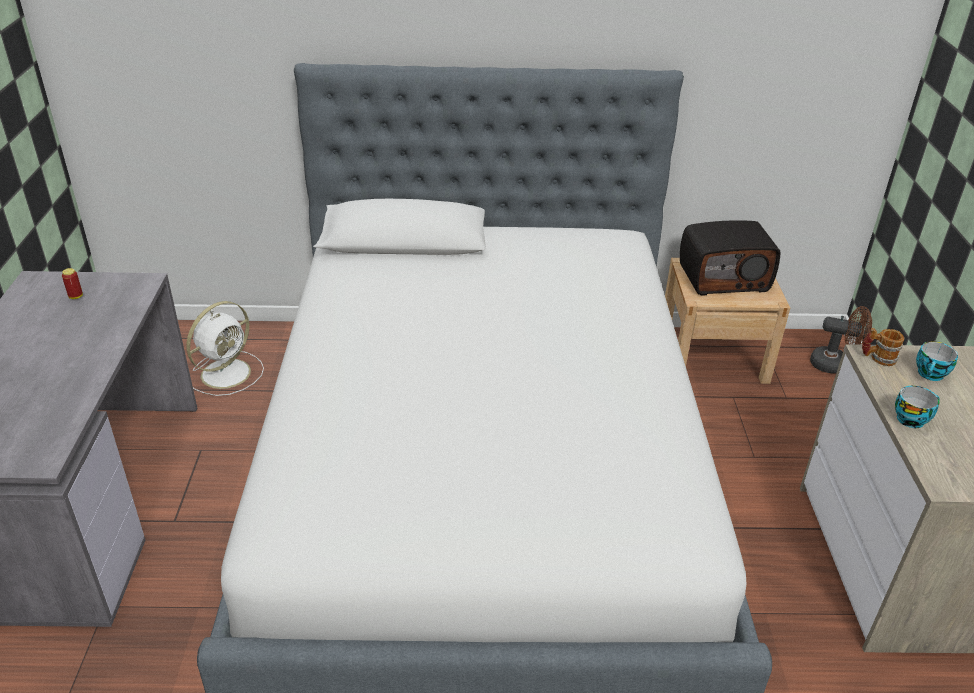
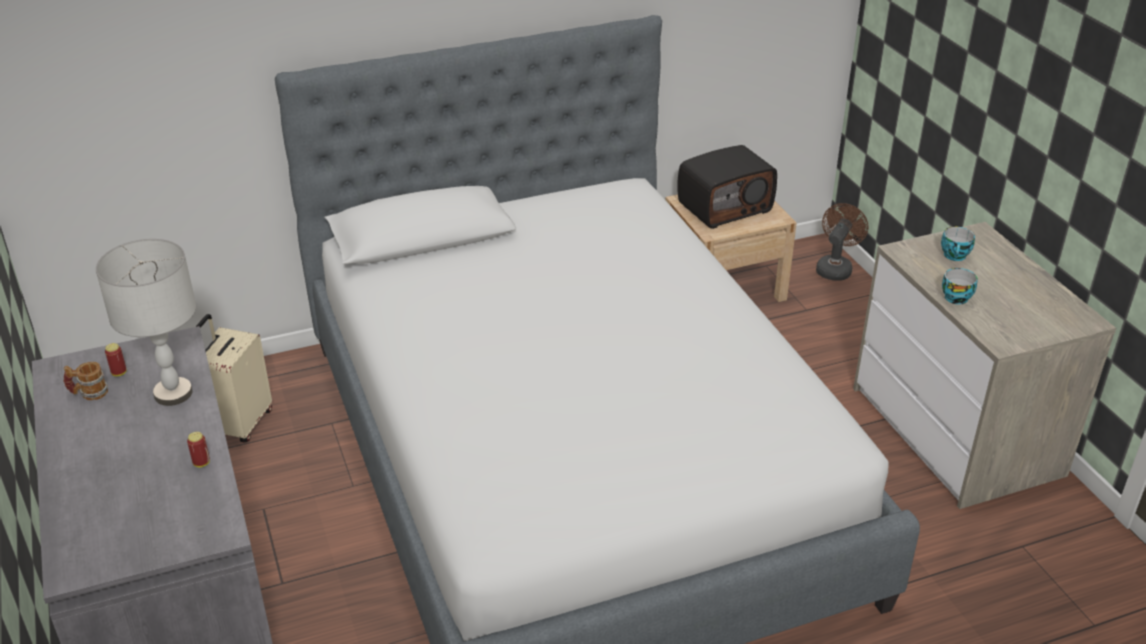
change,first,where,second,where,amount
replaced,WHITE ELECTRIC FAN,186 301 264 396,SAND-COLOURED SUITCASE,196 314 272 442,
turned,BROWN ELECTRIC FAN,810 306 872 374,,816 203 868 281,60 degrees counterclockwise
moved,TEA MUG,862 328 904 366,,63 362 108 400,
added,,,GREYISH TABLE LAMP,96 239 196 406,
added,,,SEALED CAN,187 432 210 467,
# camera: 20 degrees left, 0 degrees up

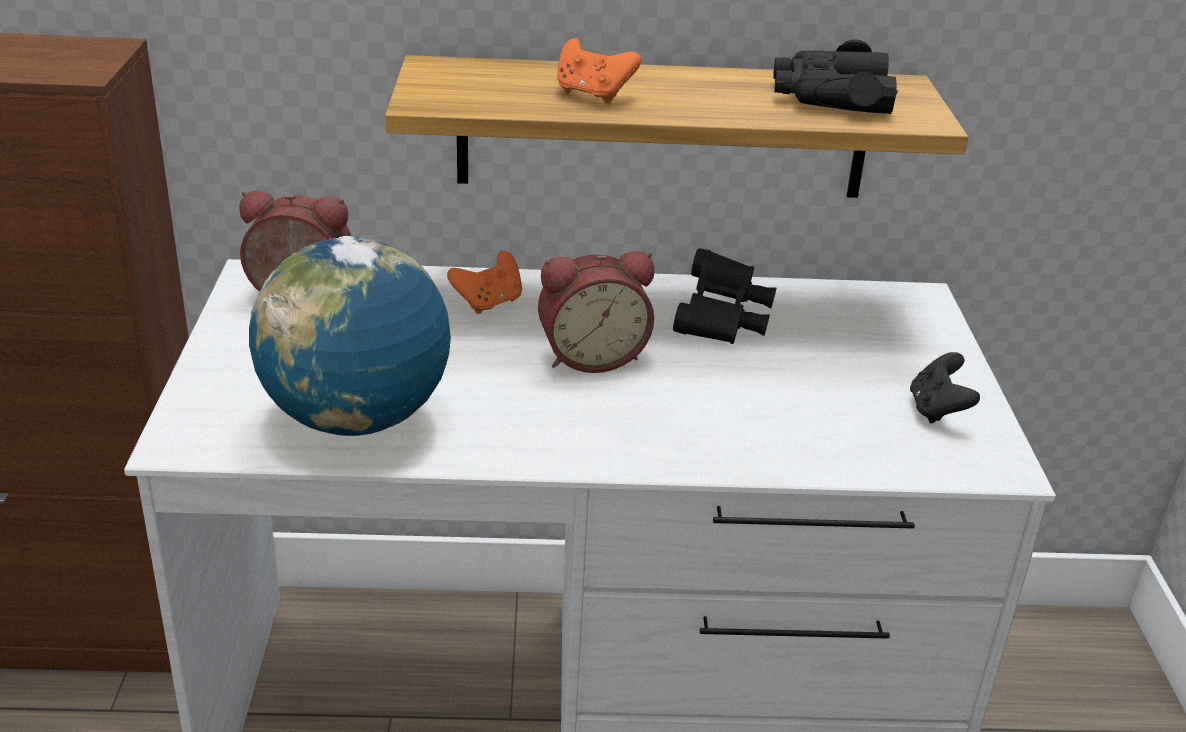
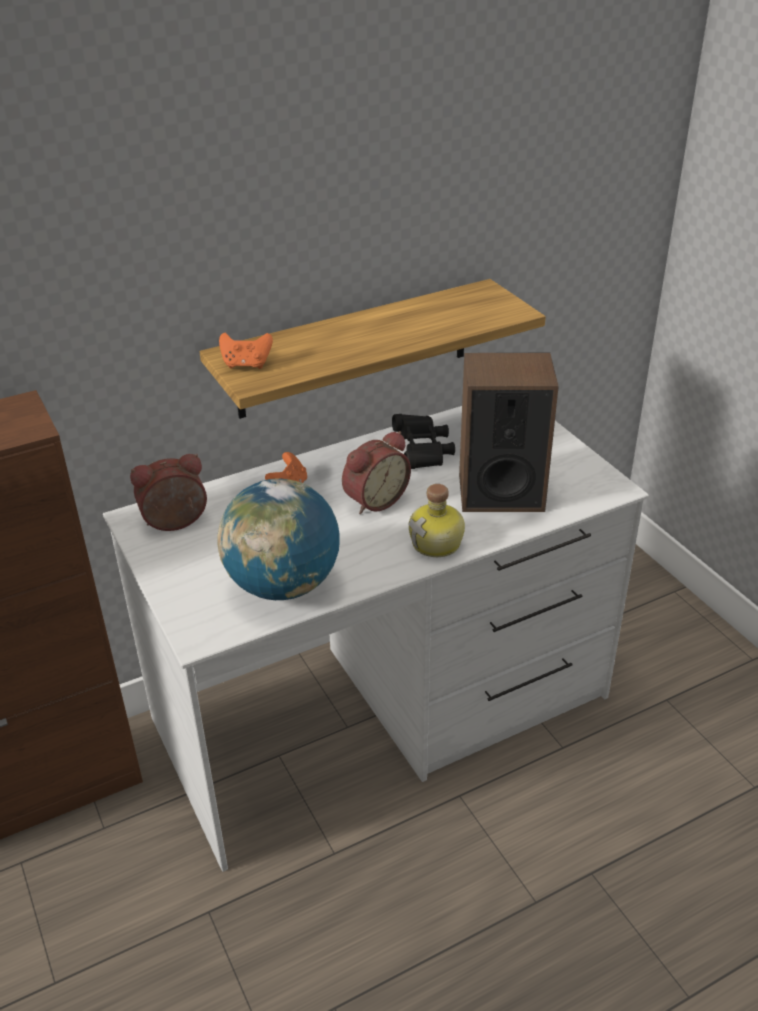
change,first,where,second,where,amount
moved,ORANGE-COLOURED GAME CONTROLLER,557 38 641 103,,219 333 273 369,
removed,BLACK-COLOURED BINOCULARS,773 39 898 114,,,
removed,BLACK-COLOURED GAME CONTROLLER,910 352 980 423,,,
added,,,DRINK BOTTLE,408 484 465 557,
added,,,AUDIO SPEAKER,459 353 559 512,
# camera: 25 degrees left, 5 degrees up

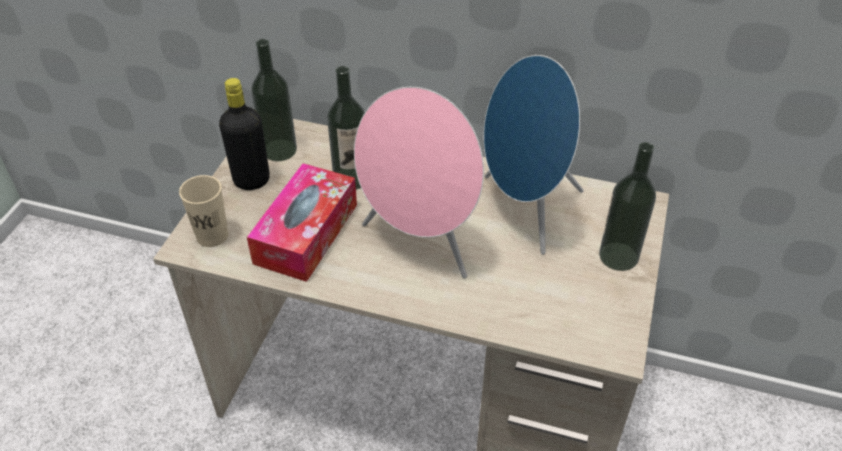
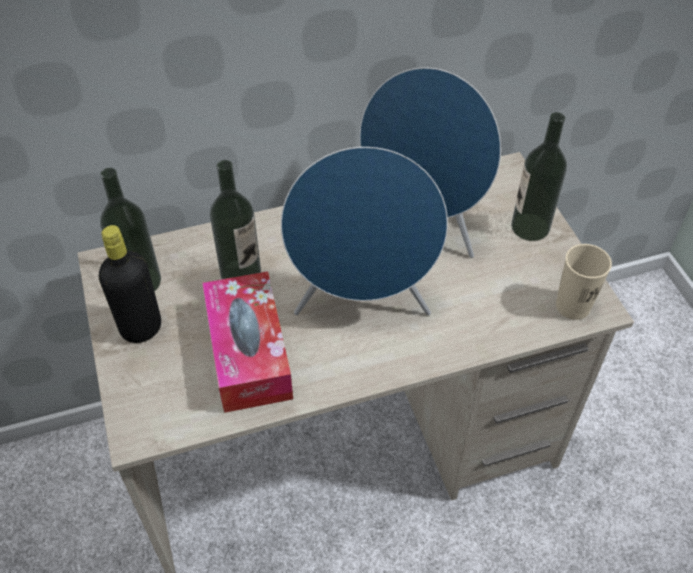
change,first,where,second,where,amount
moved,SAND-COLOURED CUP,179 175 228 247,,556 244 612 320,
recoloured,PINKISH AUDIO SPEAKER,354 87 484 278,BLUISH AUDIO SPEAKER,281 147 448 315,
# camera: 35 degrees left, 5 degrees up

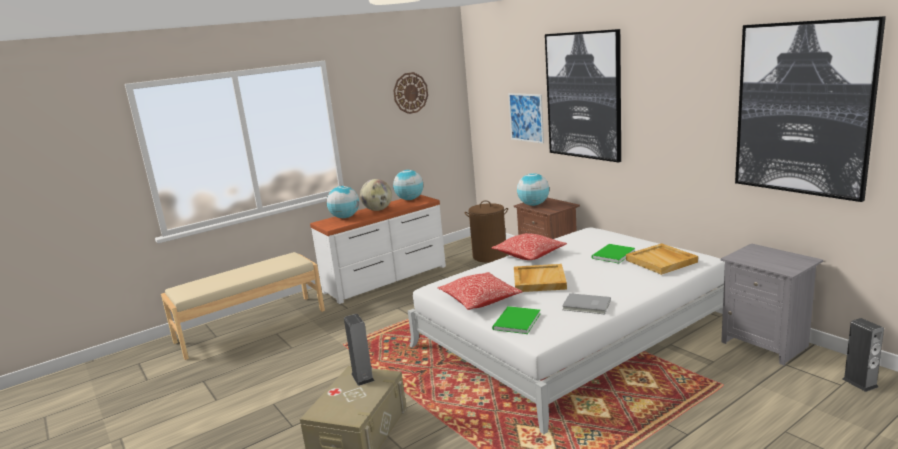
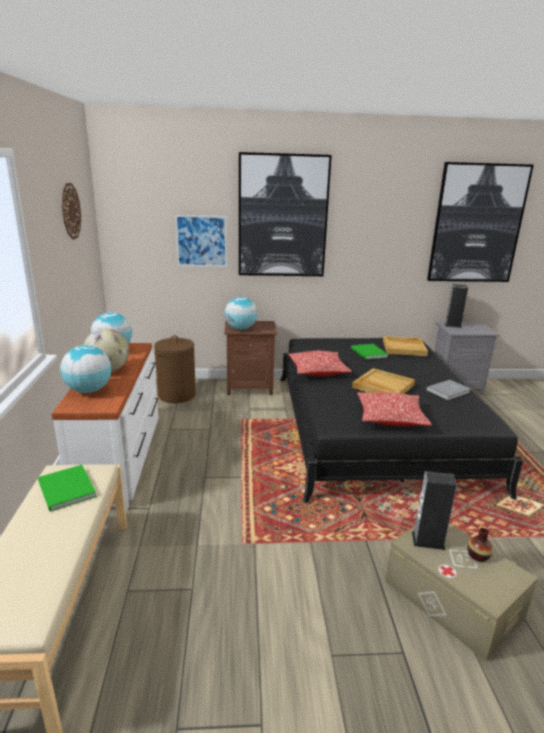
change,first,where,second,where,amount
recoloured,WHITE BED,408 227 725 434,BLACK-COLOURED BED,281 338 523 503,
moved,GREEN BOUND BOOK,492 306 541 334,,38 465 97 511,
moved,AUDIO SPEAKER,842 318 884 392,,444 284 468 328,
added,,,VASE,468 528 493 562,
# camera: 60 degrees left, 5 degrees up

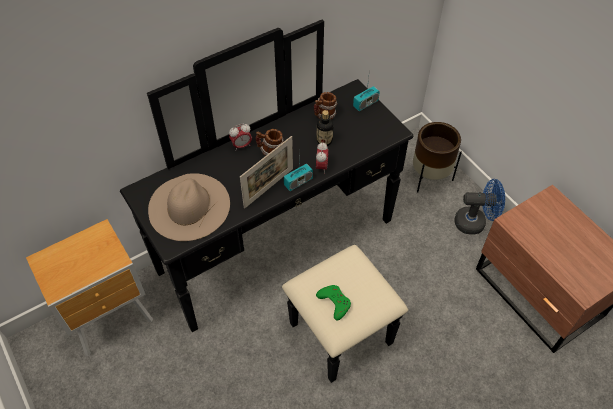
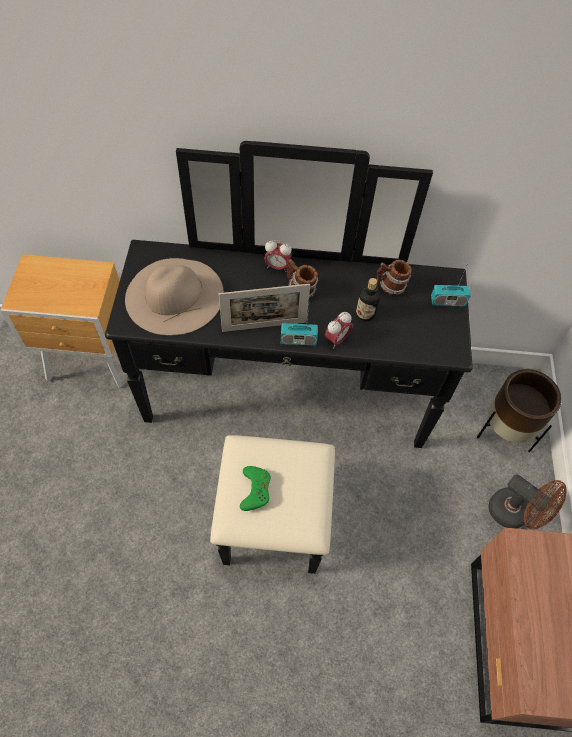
change,first,where,second,where,amount
recoloured,BLUISH ELECTRIC FAN,454 179 505 235,BROWN ELECTRIC FAN,488 475 567 529,
# camera: 35 degrees right, 5 degrees up

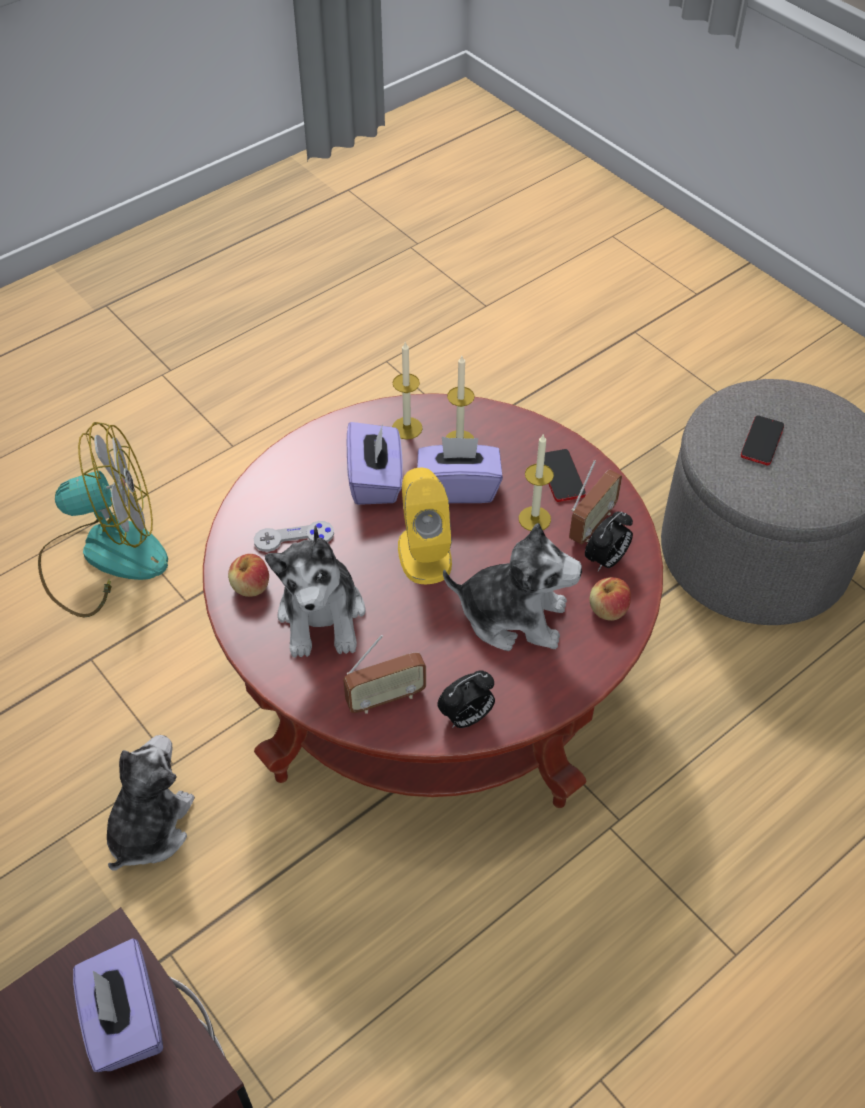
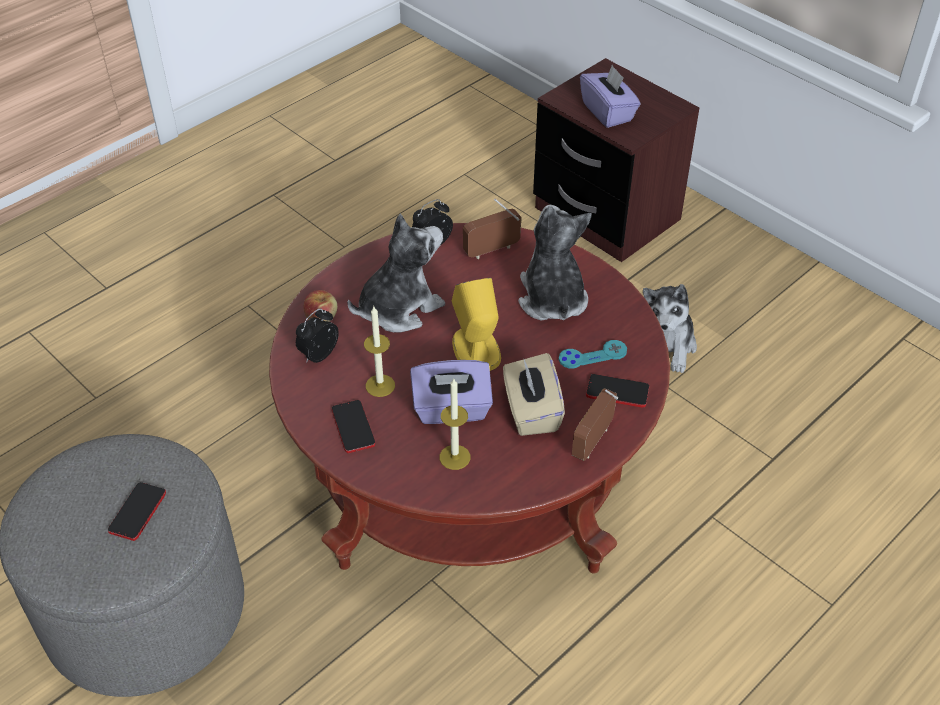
change,first,where,second,where,amount
removed,ELECTRIC FAN,38 422 168 617,,,
removed,WHOLE APPLE,228 554 269 597,,,
recoloured,GREYISH GAME CONTROLLER,254 521 334 552,TURQUOISE GAME CONTROLLER,559 340 627 369,
recoloured,PURPLE TISSUE BOX,347 422 403 505,SAND-COLOURED TISSUE BOX,503 353 565 436,
removed,WAX CANDLE,392 342 423 440,,,
turned,SOFT TOY,443 523 582 651,,347 214 445 333,135 degrees clockwise
moved,RADIO,569 460 622 545,,572 388 618 461,
added,,,PHONE,586 374 650 407,
# camera: 175 degrees right, 5 degrees down

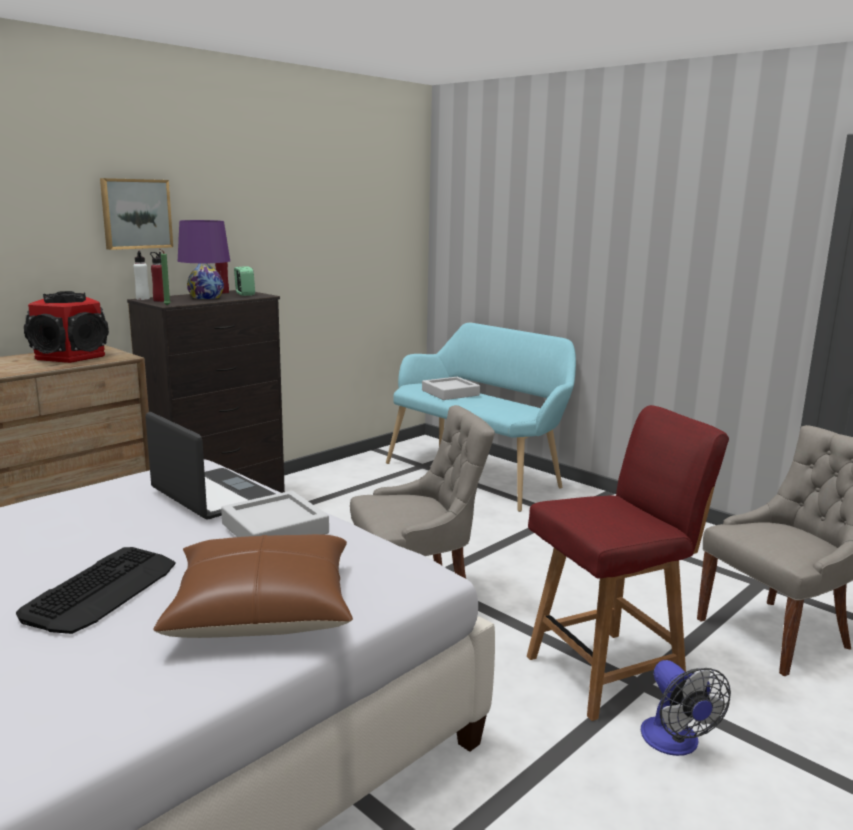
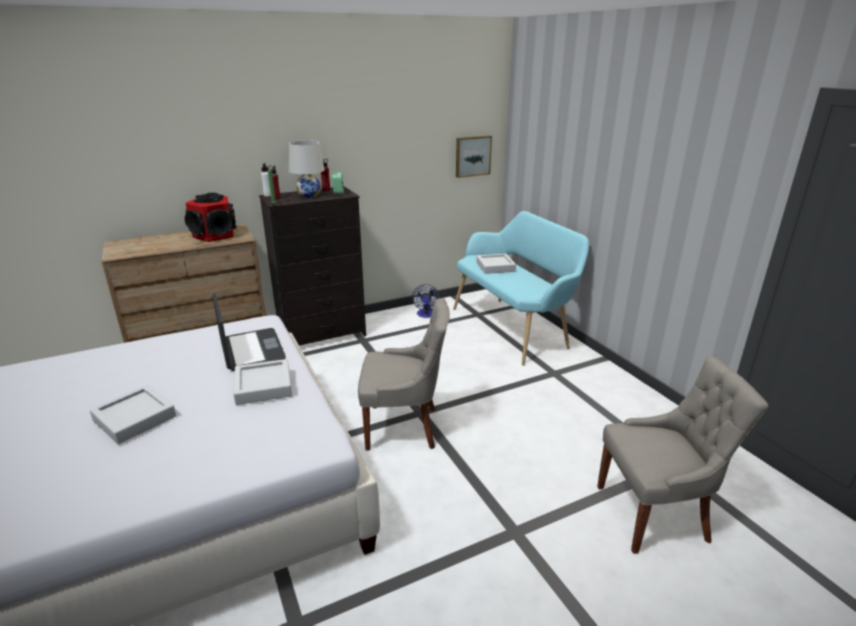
change,first,where,second,where,amount
replaced,PC KEYBOARD,16 547 176 634,GREYISH CARRYING TRAY,89 385 176 445,
moved,PICTURE,100 178 173 250,,456 135 492 178,
removed,BROWN PILLOW,153 534 353 638,,,
recoloured,PURPLE TABLE LAMP,178 220 230 299,WHITE TABLE LAMP,289 140 325 198,
removed,RED PLAIN CHAIR,527 405 729 721,,,
moved,ELECTRIC FAN,641 660 731 756,,412 285 440 318,
# camera: 20 degrees right, 10 degrees up

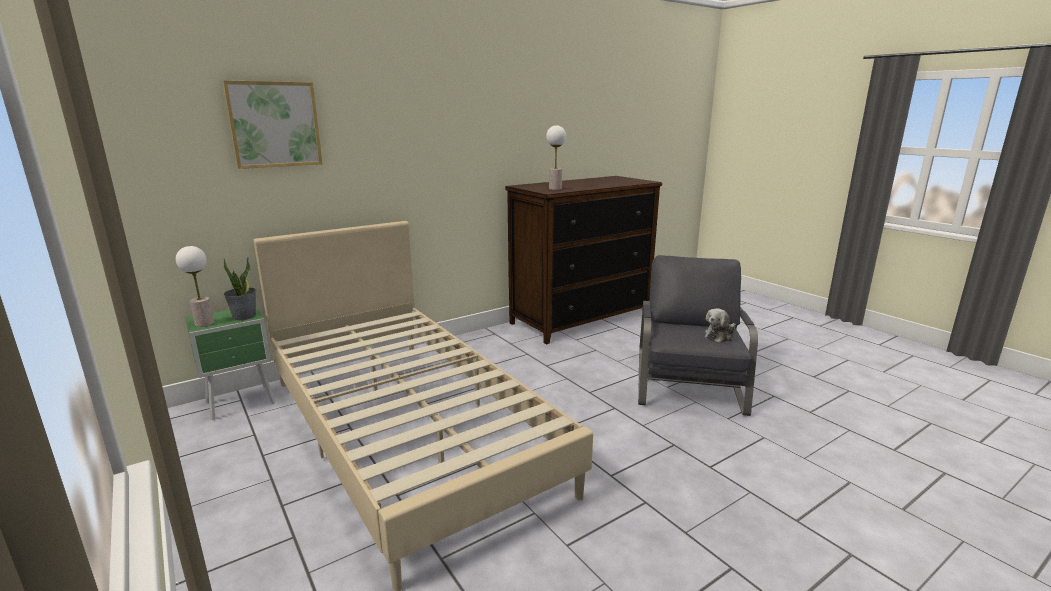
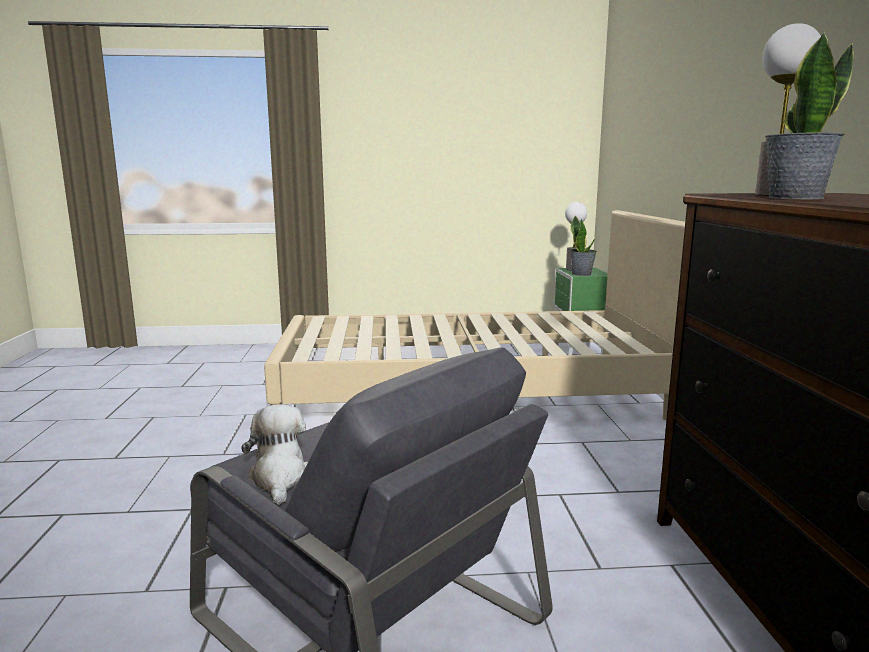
change,first,where,second,where,amount
removed,PICTURE,222 80 322 169,,,
added,,,POTTED PLANT,765 32 854 199,
# camera: 120 degrees right, 5 degrees down

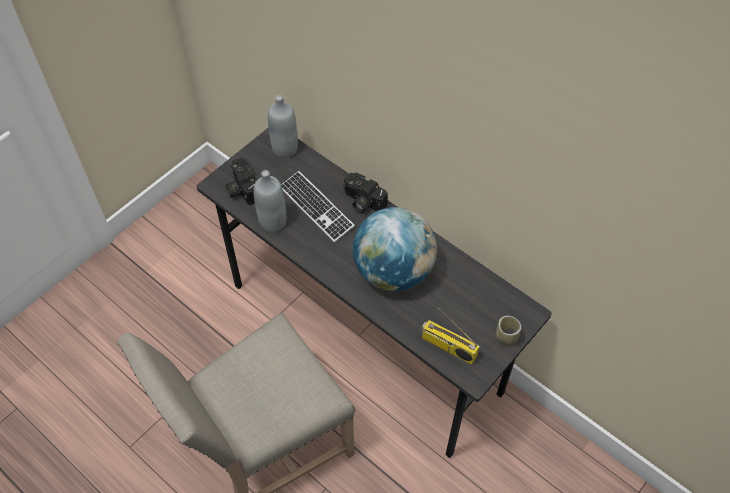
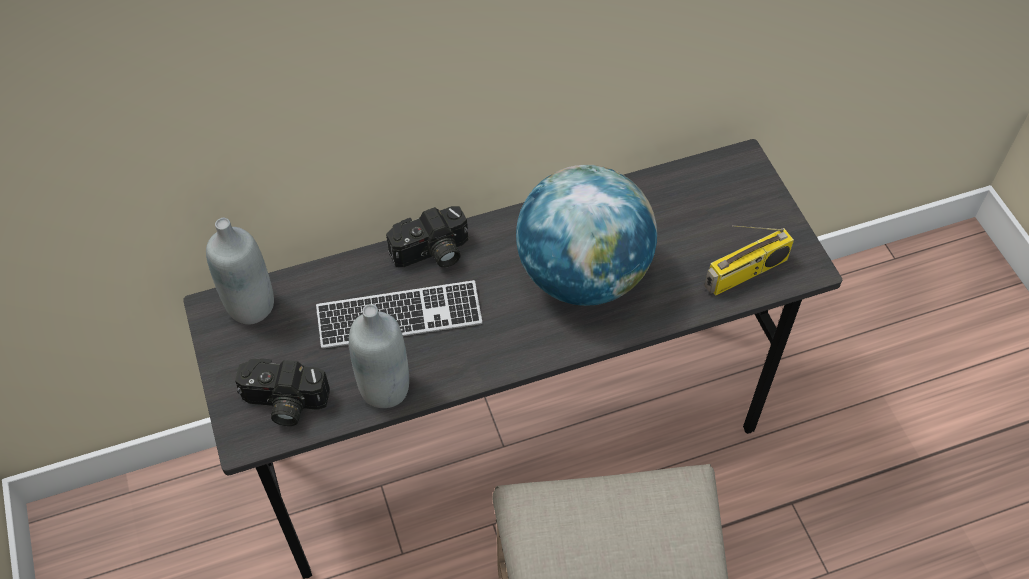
change,first,where,second,where,amount
removed,CUP,496 316 521 347,,,
# camera: 60 degrees left, 0 degrees up

